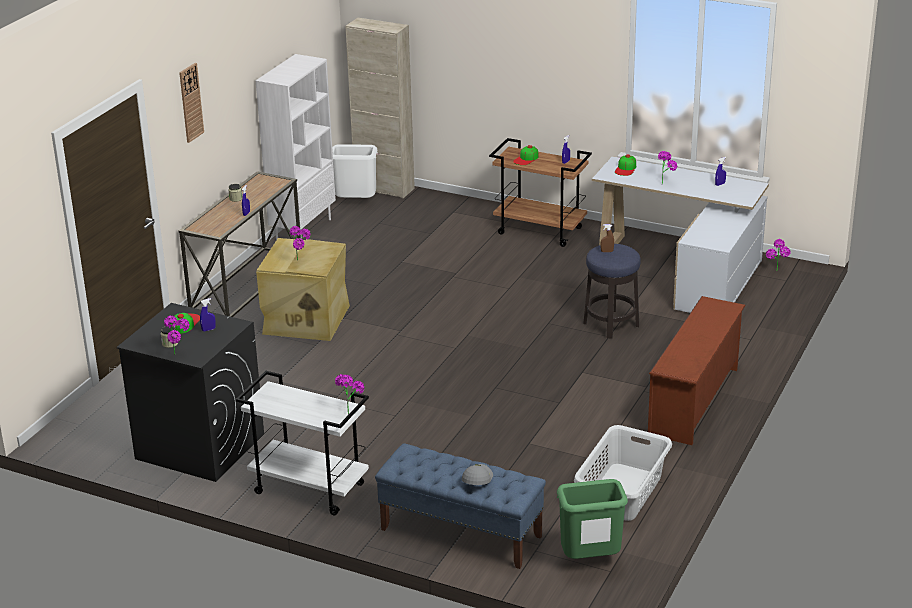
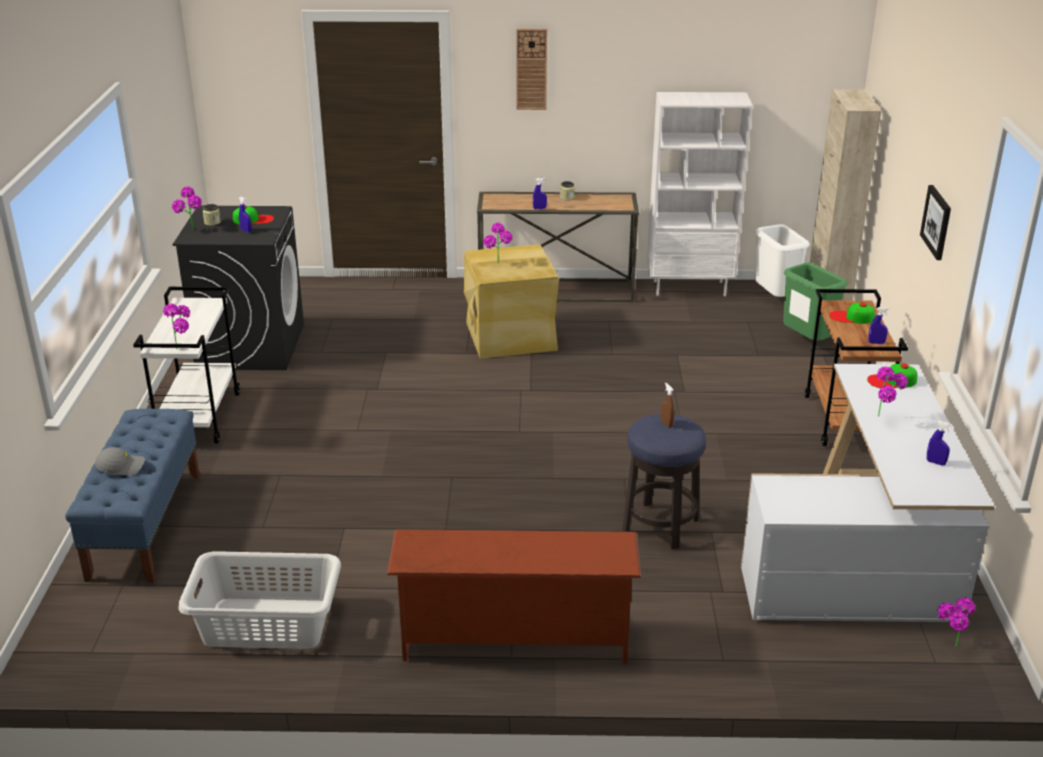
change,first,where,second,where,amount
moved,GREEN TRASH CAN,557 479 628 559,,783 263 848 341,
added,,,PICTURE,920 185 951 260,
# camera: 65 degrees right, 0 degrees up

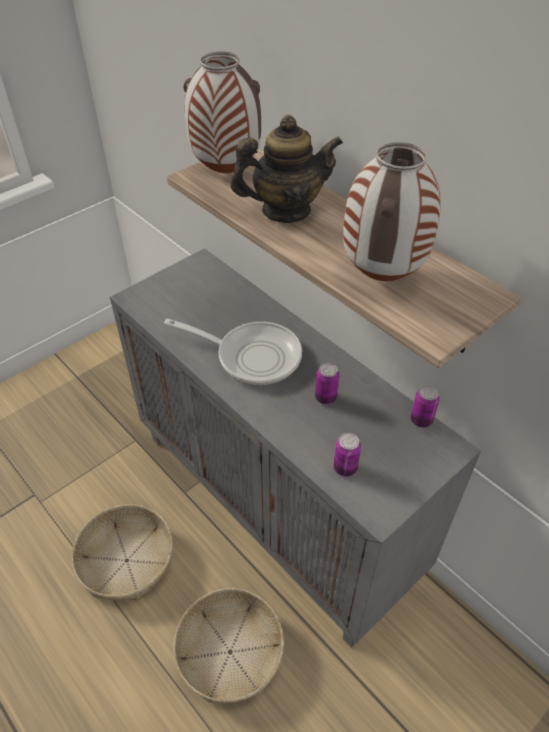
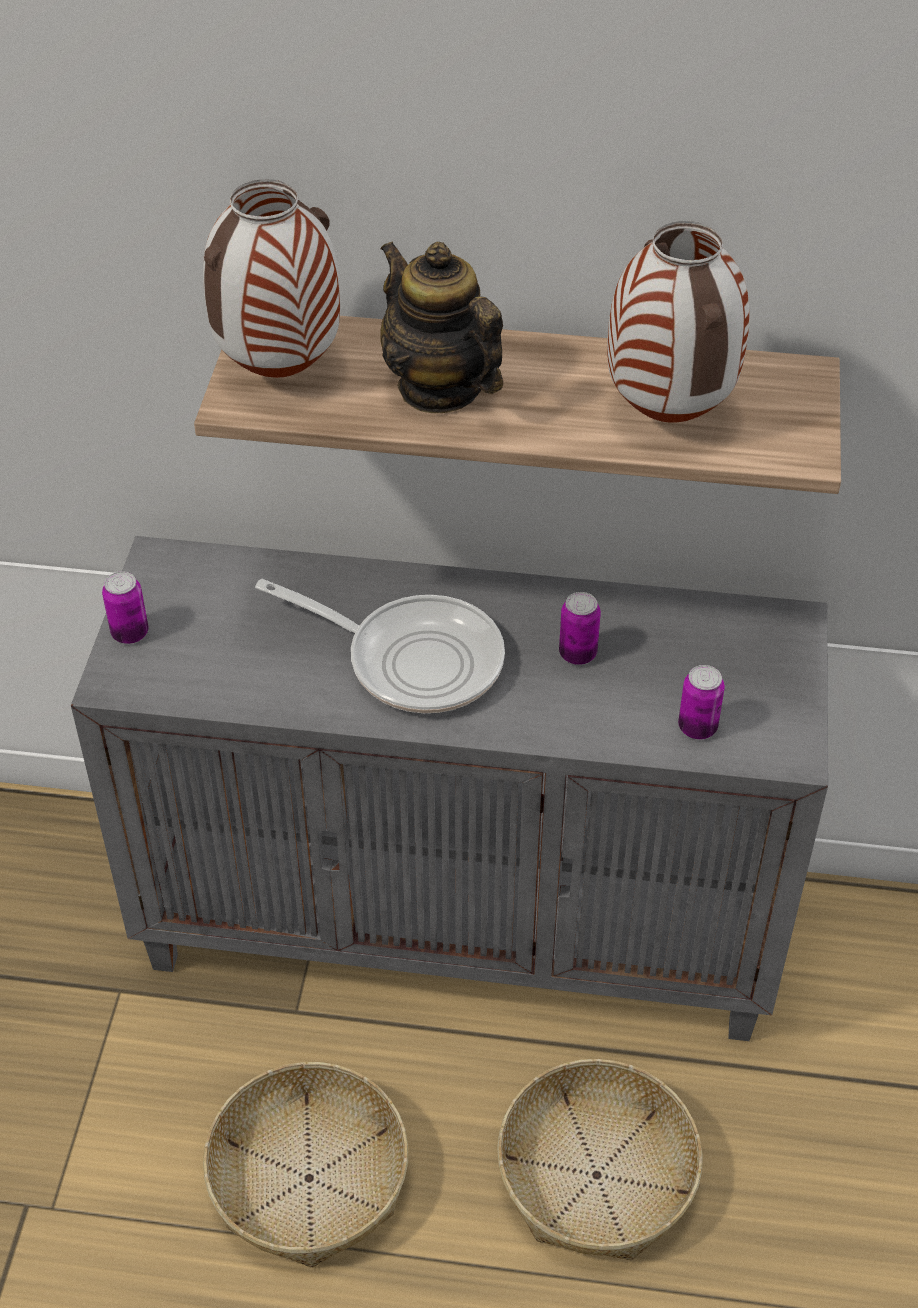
change,first,where,second,where,amount
turned,PAN,164 318 302 385,,255 579 505 713,45 degrees clockwise
turned,TEAPOT,230 115 343 223,,380 241 503 413,75 degrees counterclockwise
moved,SEALED CAN,410 385 440 428,,102 571 148 644,
# camera: 40 degrees left, 0 degrees up

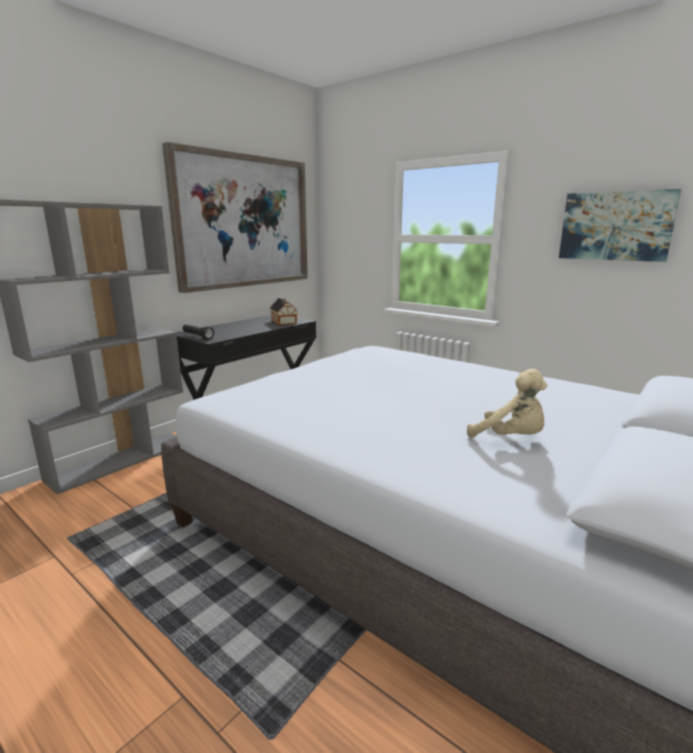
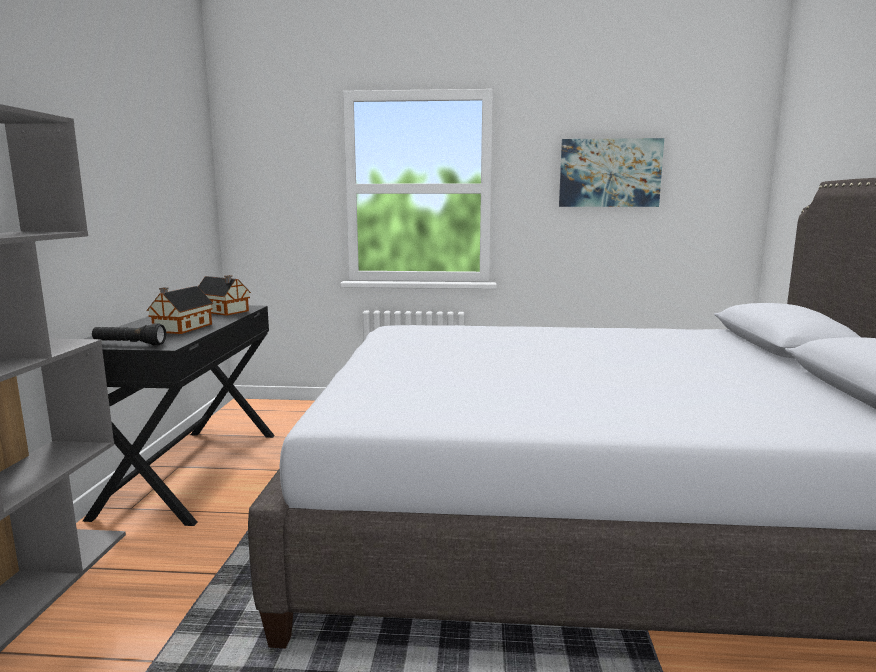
change,first,where,second,where,amount
removed,PICTURE,162 142 308 293,,,
removed,SAND-COLOURED SOFT TOY,467 369 547 438,,,
added,,,MODEL HOUSE,147 286 213 334,
# camera: 35 degrees left, 5 degrees down

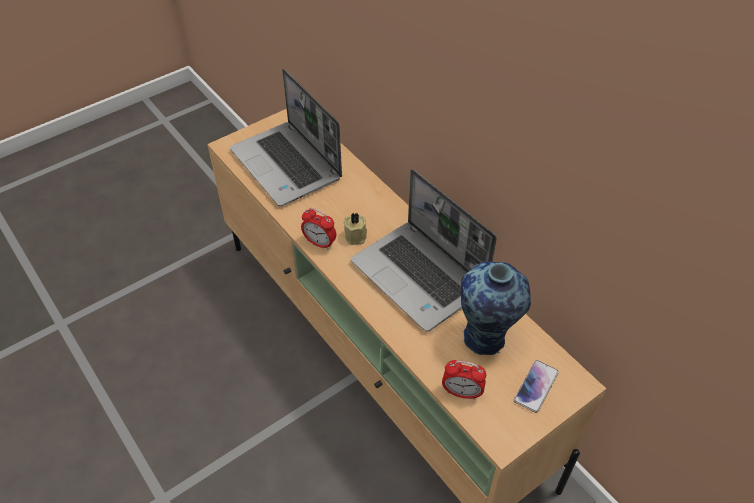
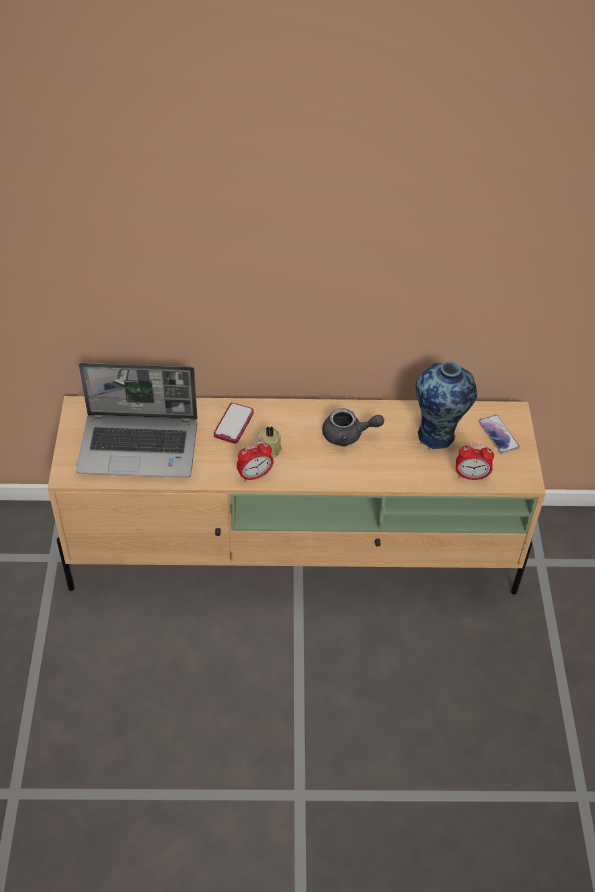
change,first,where,second,where,amount
replaced,NOTEBOOK COMPUTER,351 169 497 332,GREYISH TEAPOT,322 408 384 447,
turned,ALARM CLOCK,442 360 486 400,,456 444 494 480,45 degrees clockwise
added,,,PHONE,214 403 254 444,
# camera: 55 degrees left, 0 degrees up

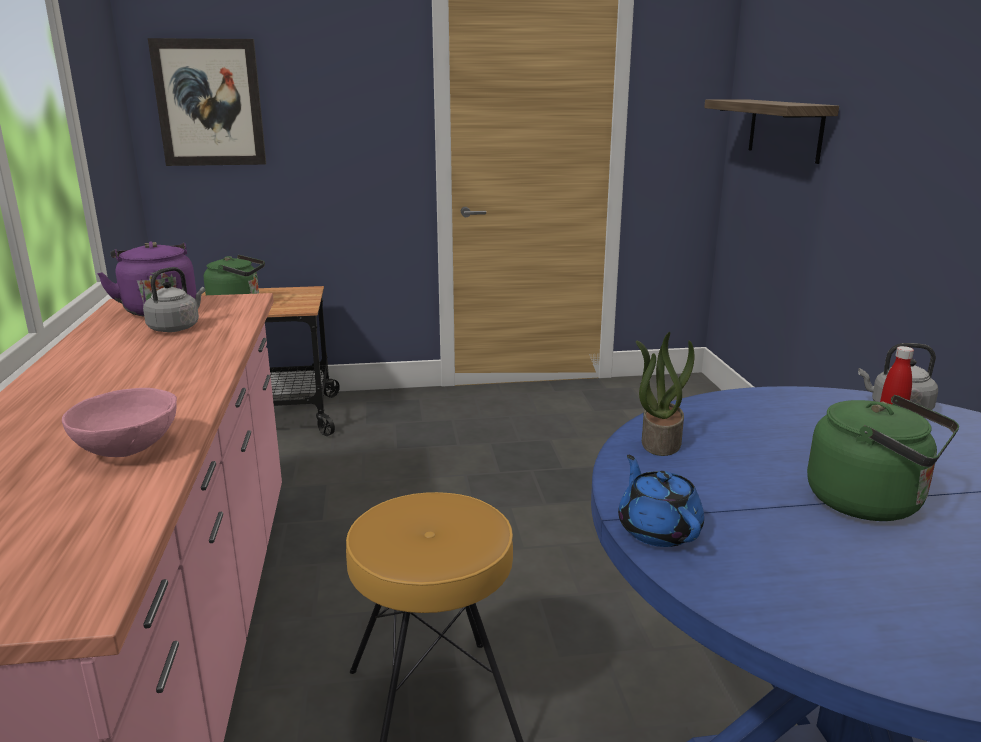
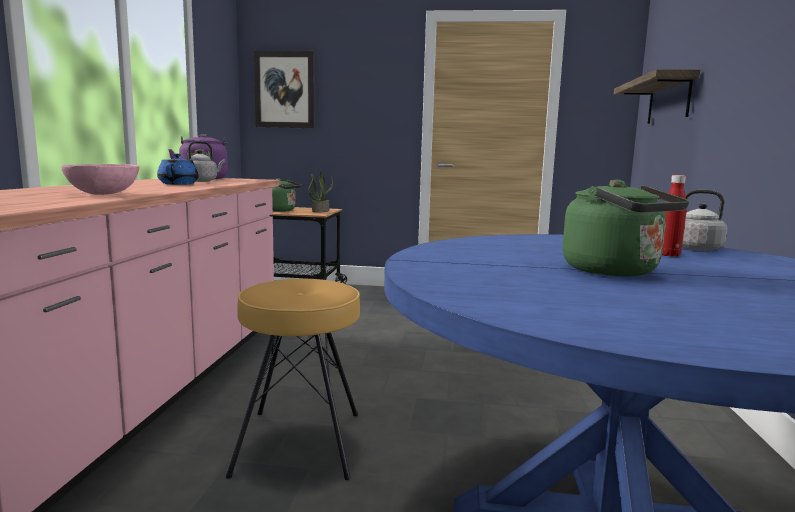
change,first,where,second,where,amount
moved,BLUISH TEAPOT,618 455 704 547,,157 154 199 185,
moved,POTTED PLANT,636 332 694 456,,308 171 333 212,
# camera: 15 degrees right, 10 degrees down

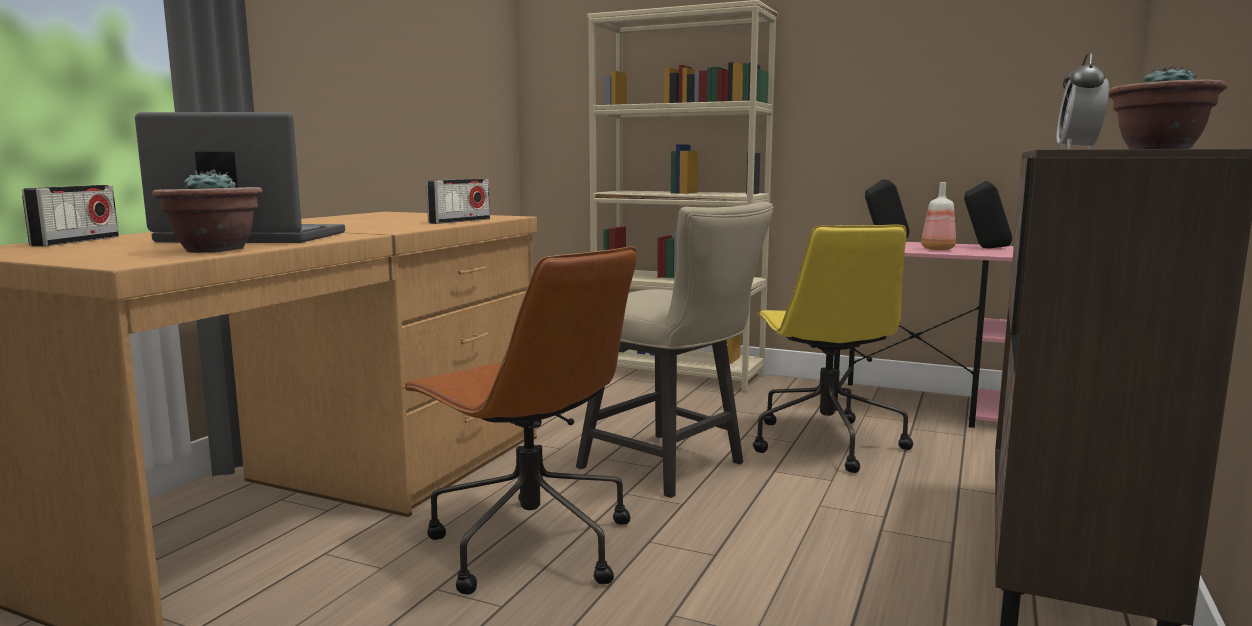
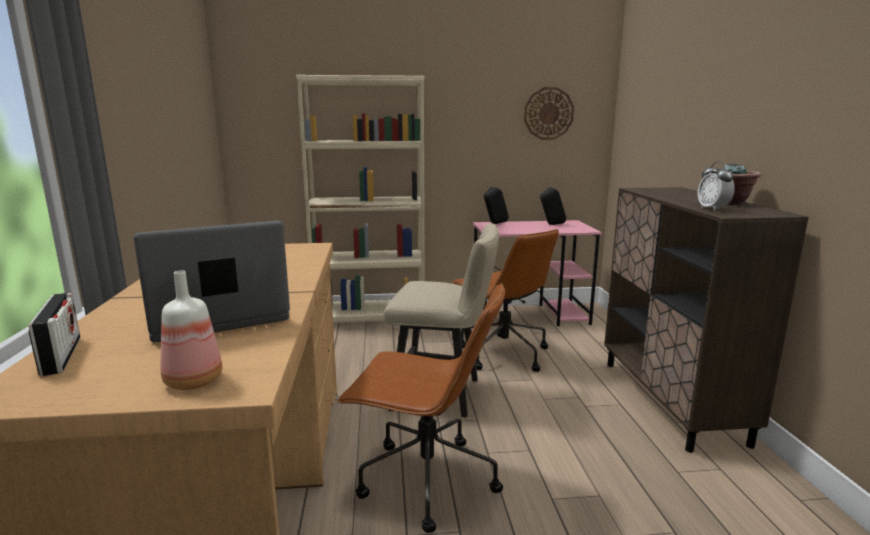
change,first,where,second,where,amount
removed,POTTED PLANT,152 169 263 253,,,
removed,RADIO,426 179 490 224,,,
recoloured,YELLOW-COLOURED OFFICE CHAIR,753 225 913 473,BROWN OFFICE CHAIR,452 229 559 372,
moved,DRINK BOTTLE,921 182 956 250,,160 270 222 390,
added,,,CLOCK ON THE WALL,524 87 574 140,
# camera: 30 degrees left, 5 degrees up

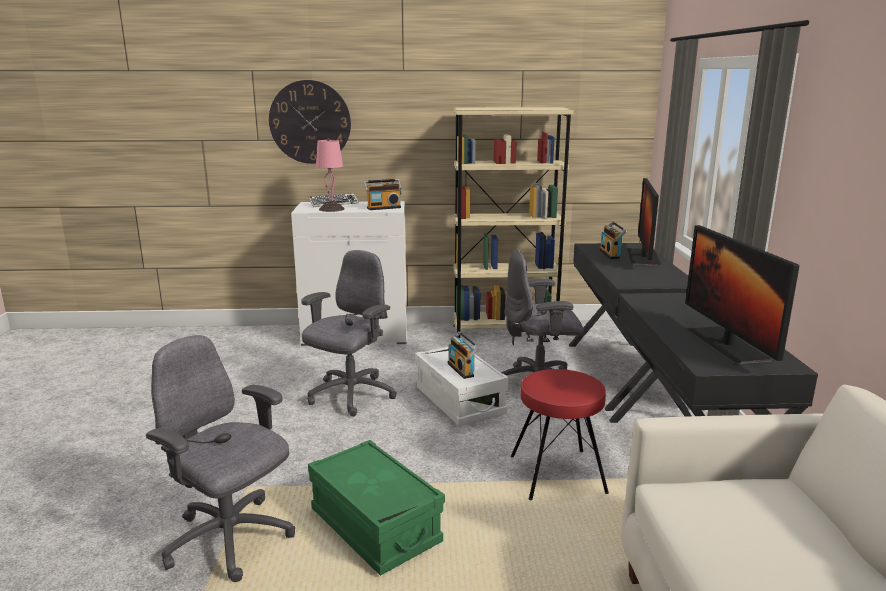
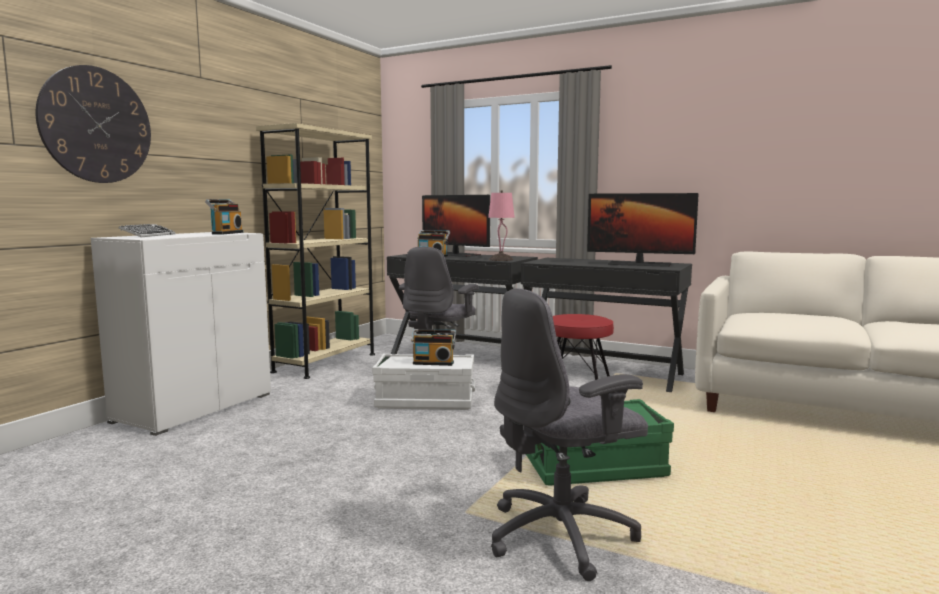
change,first,where,second,where,amount
removed,GREYISH OFFICE CHAIR,301 250 397 417,,,
moved,PINKISH TABLE LAMP,316 138 345 212,,488 190 515 261,
# camera: 60 degrees left, 10 degrees down

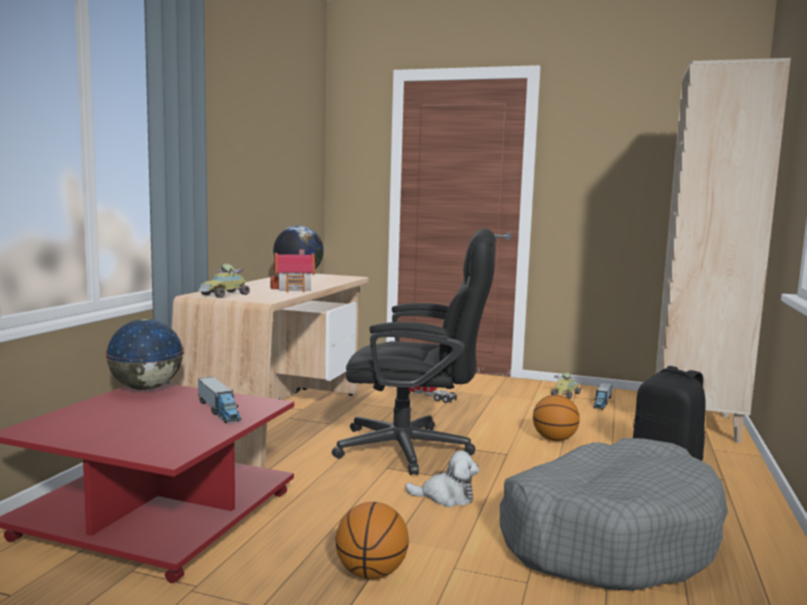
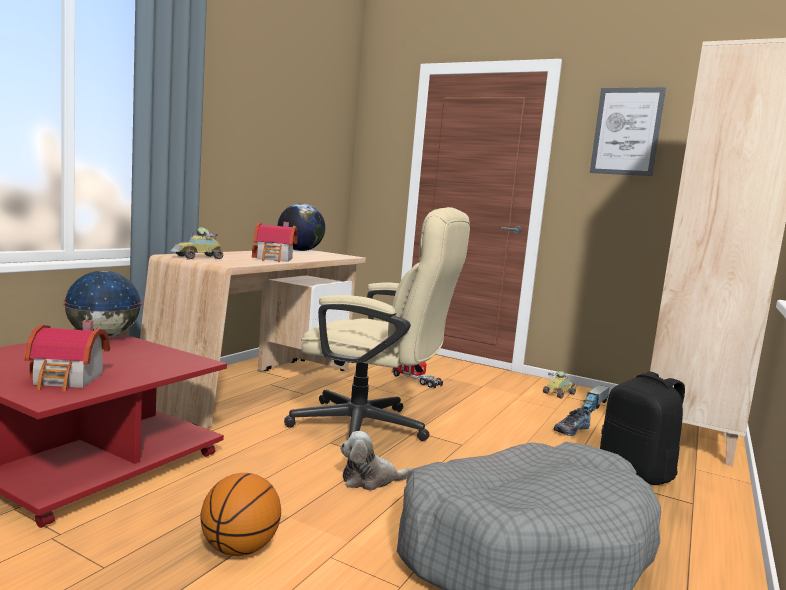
change,first,where,second,where,amount
removed,MODEL TRUCK,198 377 242 423,,,
recoloured,BLACK-COLOURED OFFICE CHAIR,332 228 496 475,SAND-COLOURED OFFICE CHAIR,284 207 470 441,
turned,SOFT TOY,405 451 479 507,,340 431 413 491,150 degrees clockwise
removed,BASKETBALL BALL,533 395 580 441,,,
added,,,MODEL HOUSE,24 320 110 392,
added,,,LOW SHOE,554 408 591 436,
added,,,PICTURE,590 87 666 176,
# camera: 10 degrees right, 0 degrees up

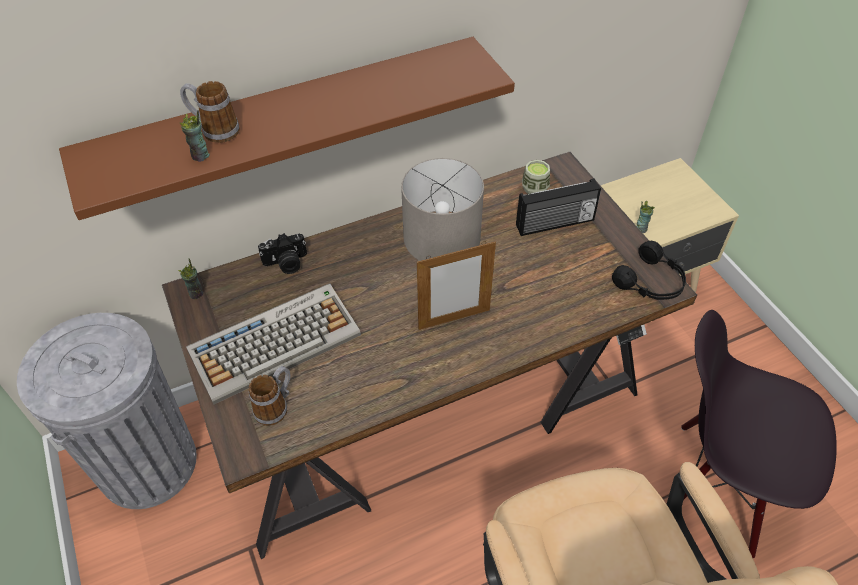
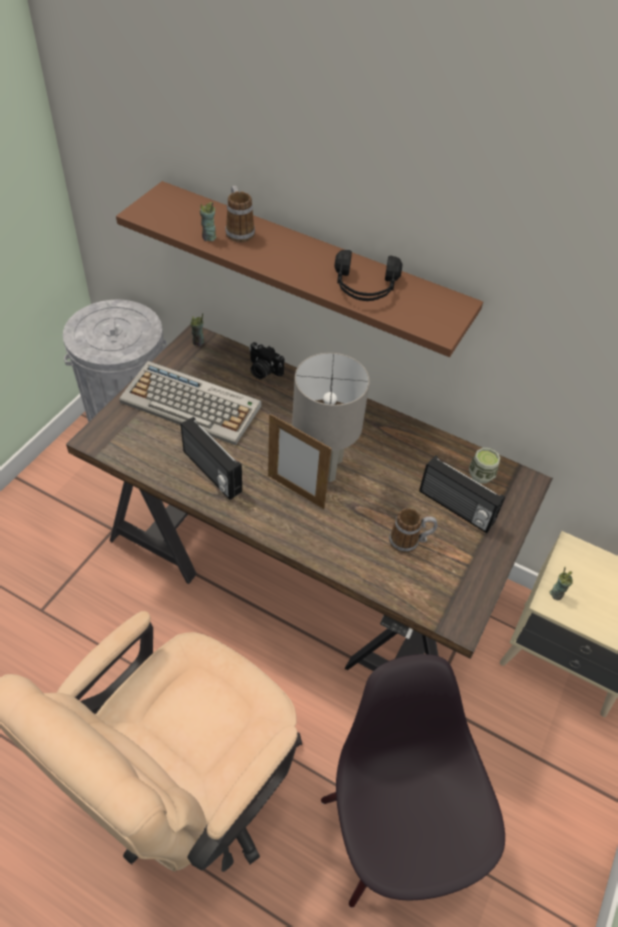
change,first,where,second,where,amount
moved,TEA MUG,249 366 291 426,,389 508 437 553,
moved,BLACK-COLOURED PAIR OF HEADPHONES,612 241 686 300,,334 250 403 301,
added,,,RADIO,181 417 242 500,
# camera: 50 degrees right, 0 degrees up

